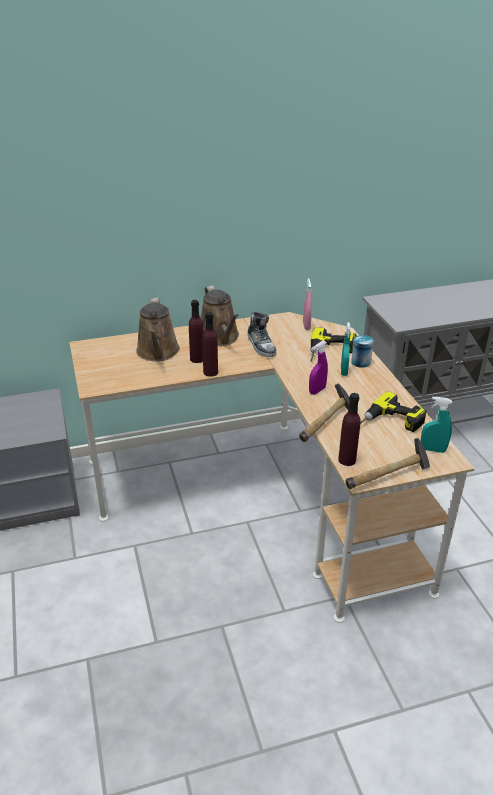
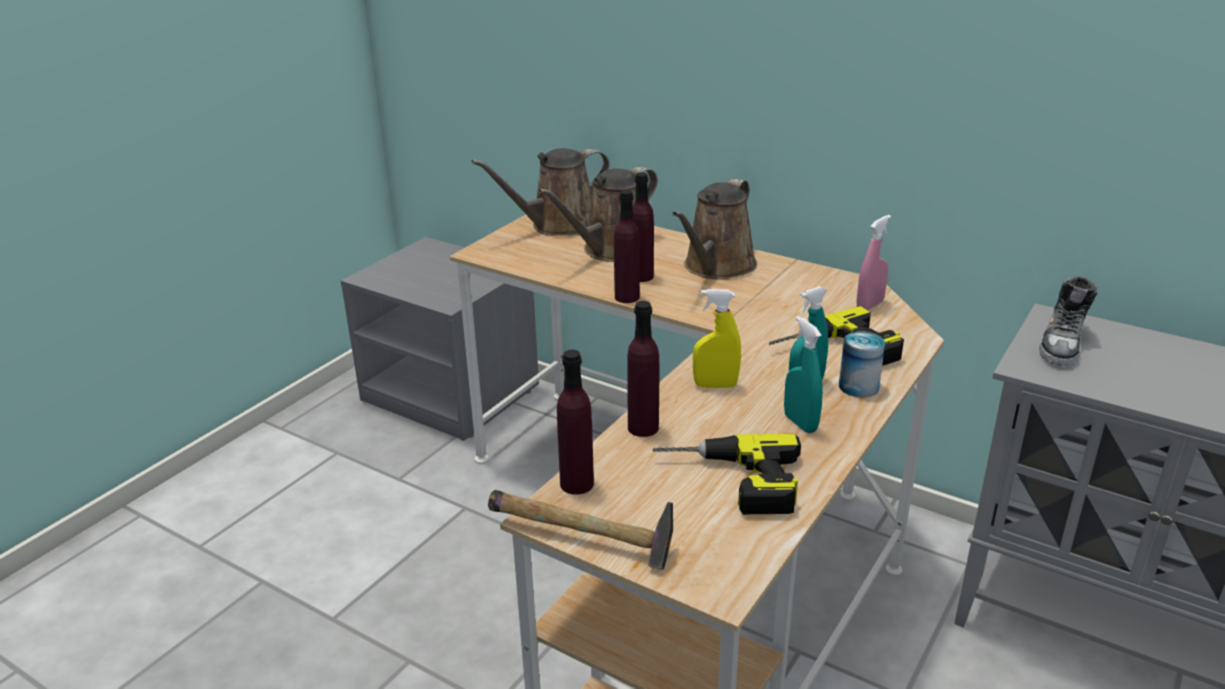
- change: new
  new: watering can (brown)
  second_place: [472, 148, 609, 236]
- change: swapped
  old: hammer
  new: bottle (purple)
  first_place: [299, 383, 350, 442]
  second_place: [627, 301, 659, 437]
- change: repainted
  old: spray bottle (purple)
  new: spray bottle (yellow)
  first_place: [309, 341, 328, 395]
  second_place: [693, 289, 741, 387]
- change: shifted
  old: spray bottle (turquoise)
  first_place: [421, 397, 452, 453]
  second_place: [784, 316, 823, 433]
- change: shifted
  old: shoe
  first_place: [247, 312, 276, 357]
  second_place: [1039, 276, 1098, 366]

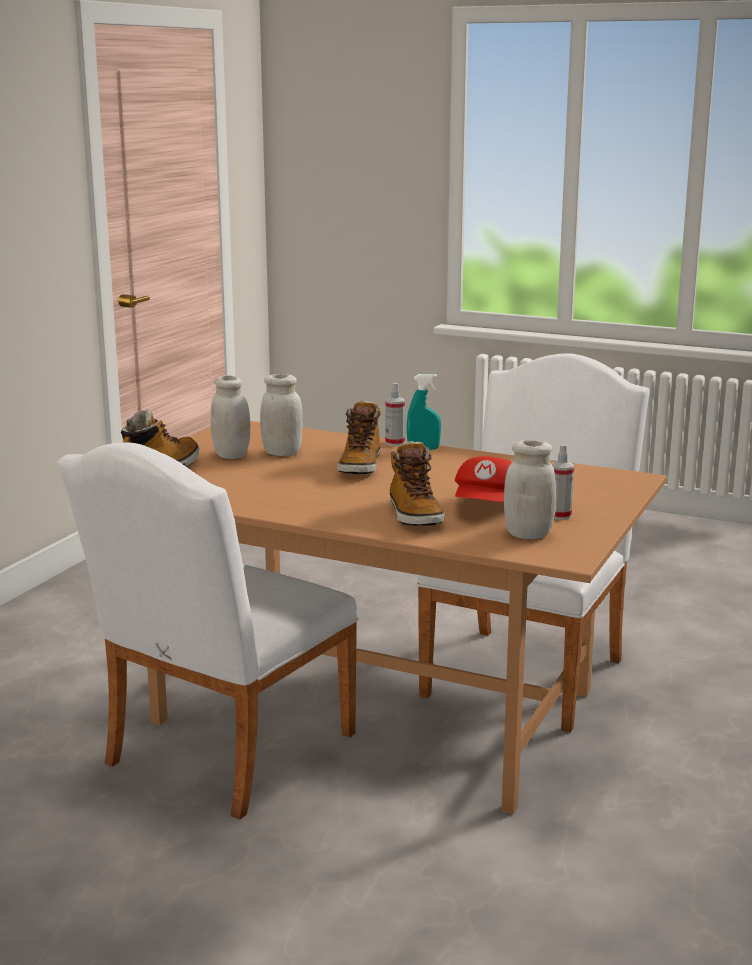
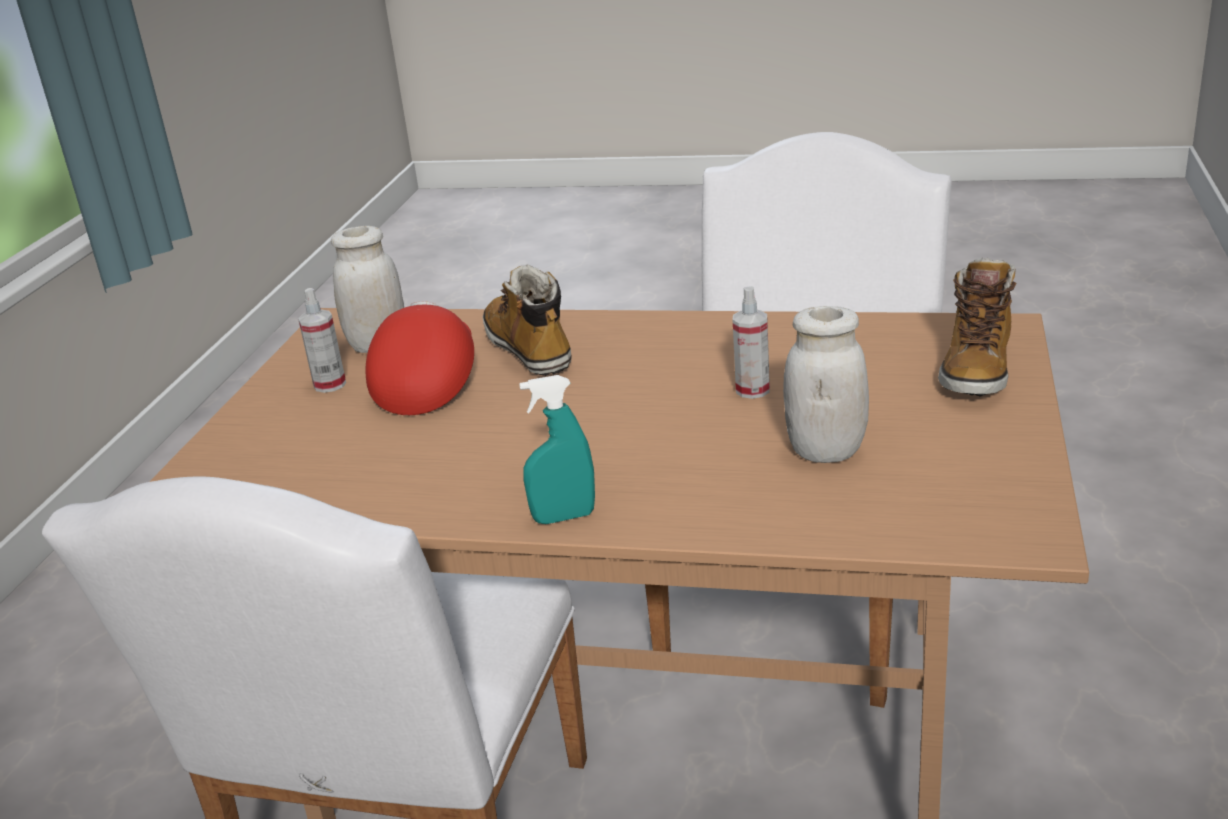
- change: shifted
  old: spray bottle
  first_place: [385, 383, 405, 446]
  second_place: [733, 286, 770, 399]
- change: gone
  old: jar (white)
  first_place: [211, 375, 250, 459]
- change: gone
  old: boot
  first_place: [337, 400, 381, 475]

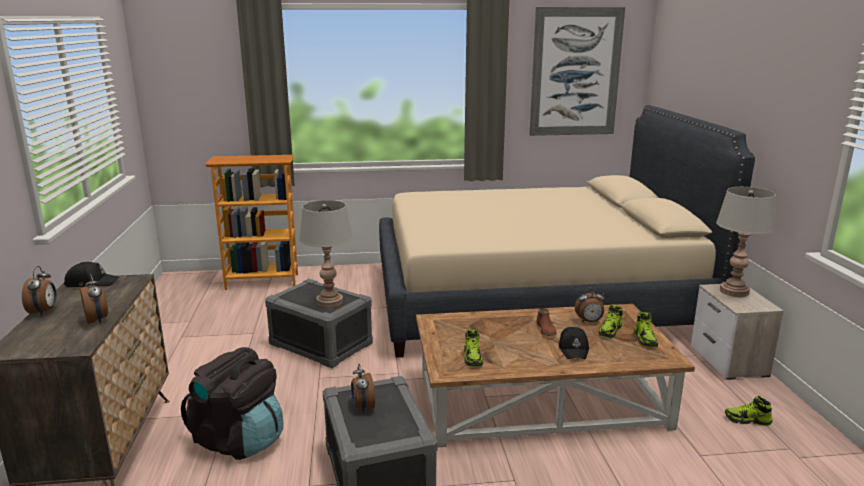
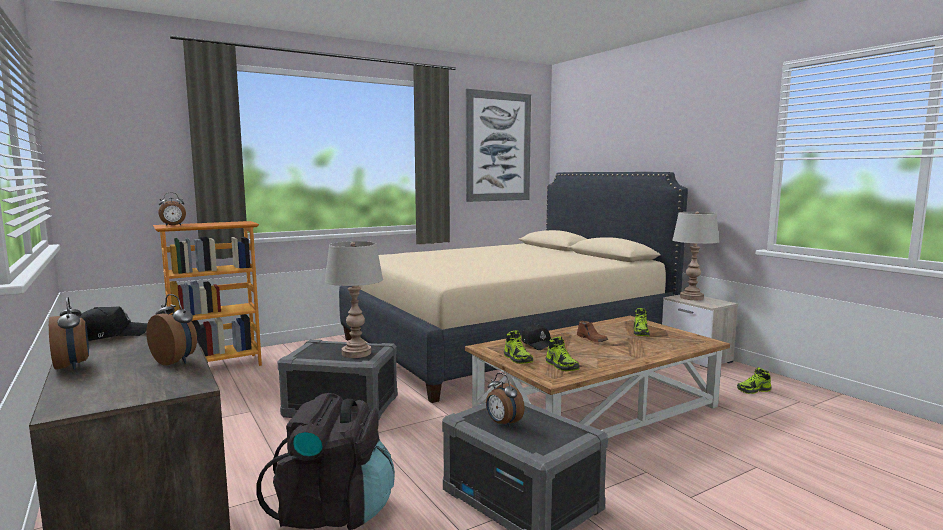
- change: shifted
  old: alarm clock
  first_place: [575, 287, 605, 323]
  second_place: [158, 192, 186, 226]
- change: shifted
  old: shoe
  first_place: [634, 312, 658, 347]
  second_place: [504, 330, 533, 364]
- change: shifted
  old: cap (black)
  first_place: [559, 327, 589, 360]
  second_place: [521, 324, 551, 350]

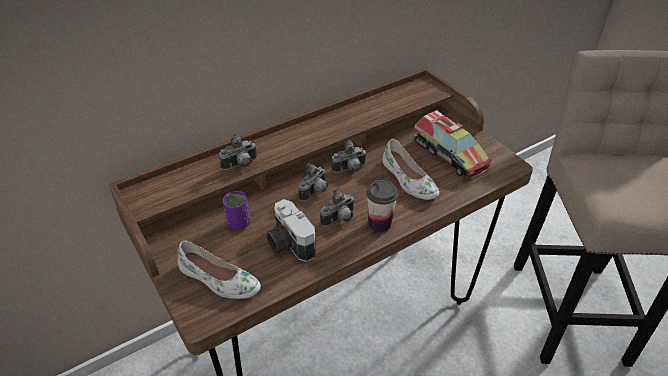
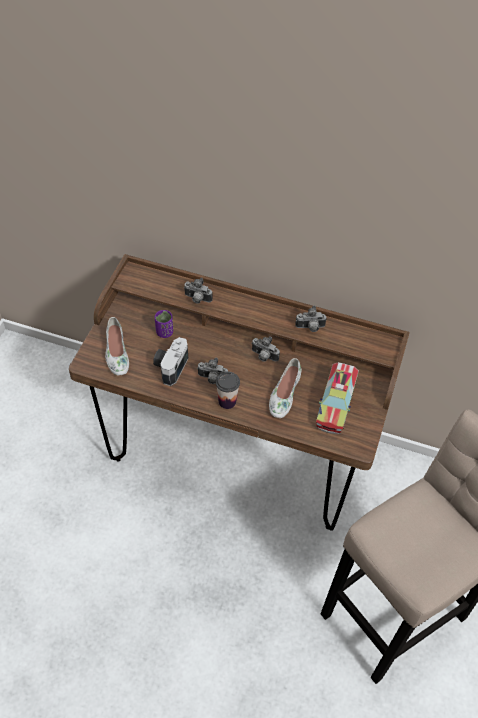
- change: shifted
  old: photo camera
  first_place: [298, 163, 328, 201]
  second_place: [295, 306, 327, 332]

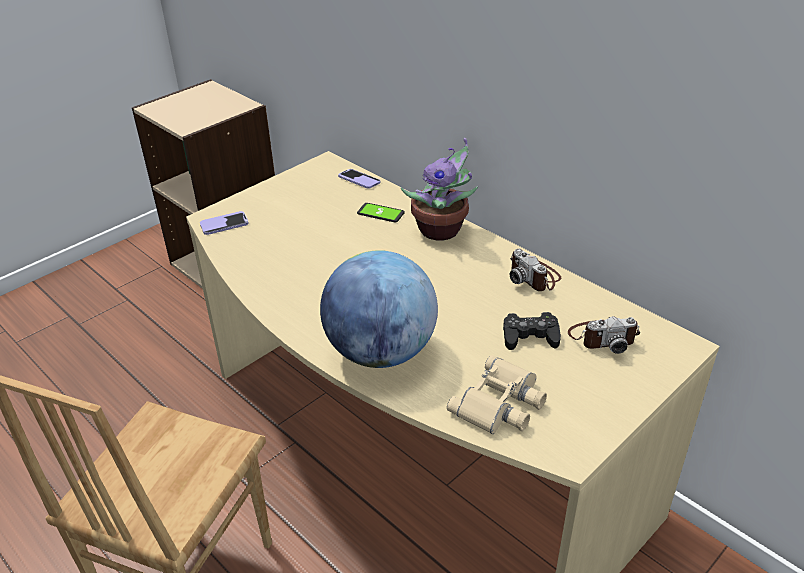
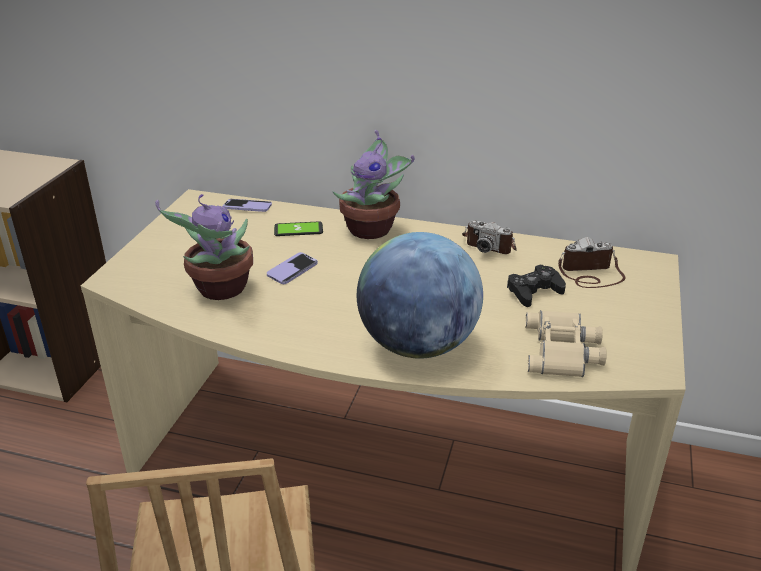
- change: new
  new: potted plant
  second_place: [155, 194, 253, 300]
- change: shifted
  old: phone
  first_place: [200, 211, 248, 235]
  second_place: [267, 252, 318, 284]
- change: rotated
  old: photo camera
  first_place: [568, 316, 640, 354]
  second_place: [558, 237, 626, 288]
  degrees: -150

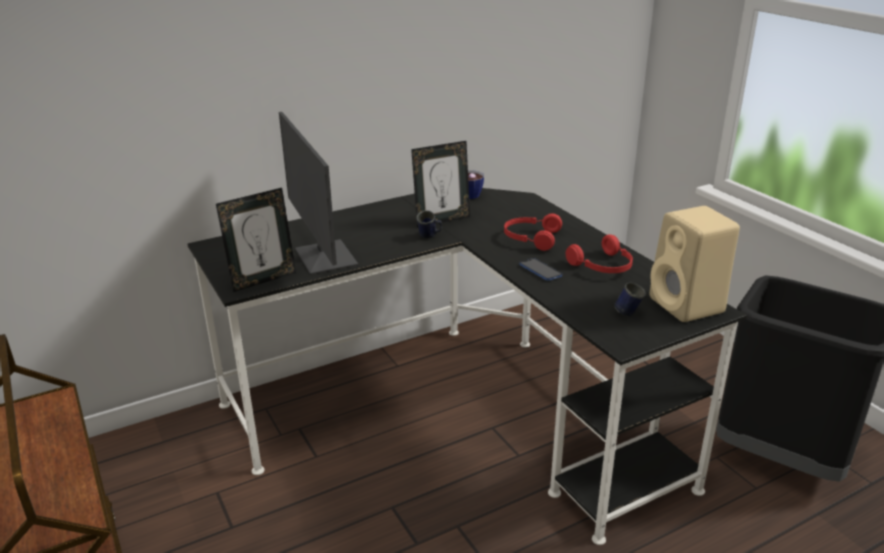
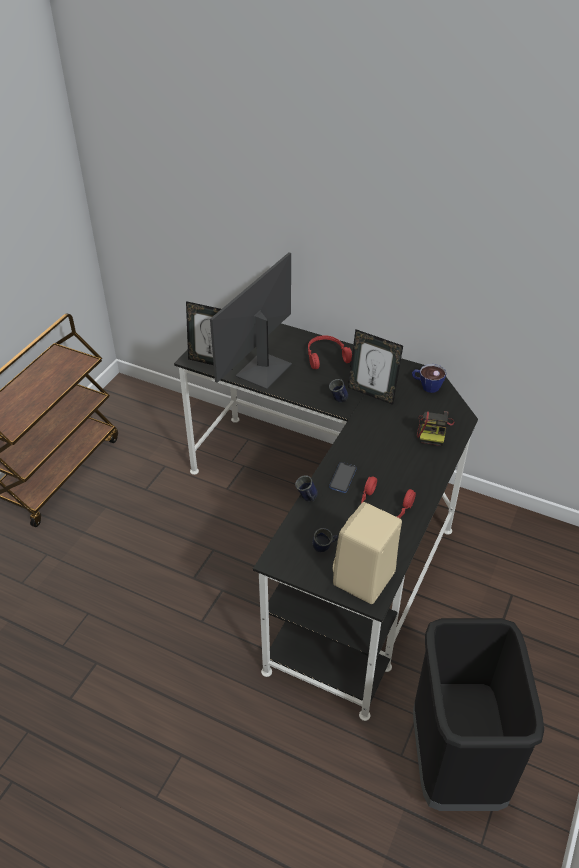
- change: new
  new: mug (blue)
  second_place: [295, 475, 318, 501]
- change: shifted
  old: headphones (red)
  first_place: [504, 214, 562, 251]
  second_place: [308, 335, 352, 369]
- change: new
  new: photo camera
  second_place: [417, 411, 454, 446]

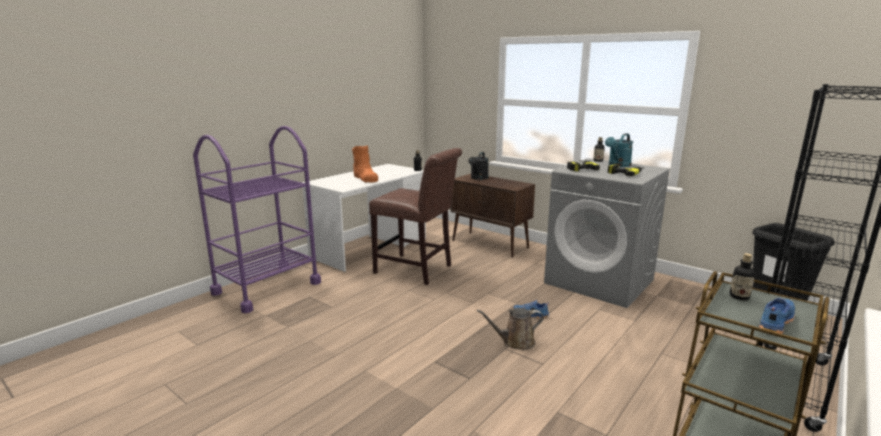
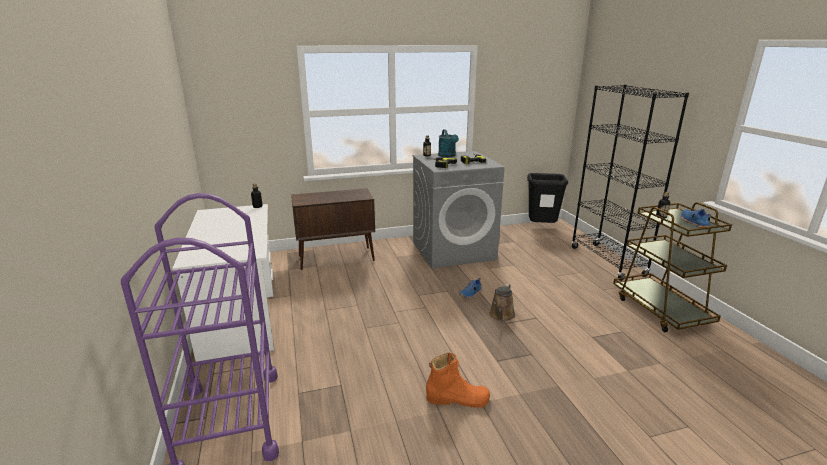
- change: shifted
  old: boot (orange)
  first_place: [352, 145, 378, 183]
  second_place: [426, 353, 490, 408]
- change: gone
  old: chair (brown)
  first_place: [369, 148, 462, 285]
- change: gone
  old: watering can (black)
  first_place: [468, 152, 489, 180]

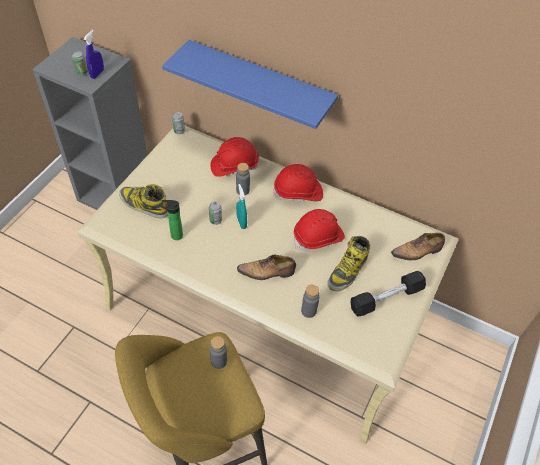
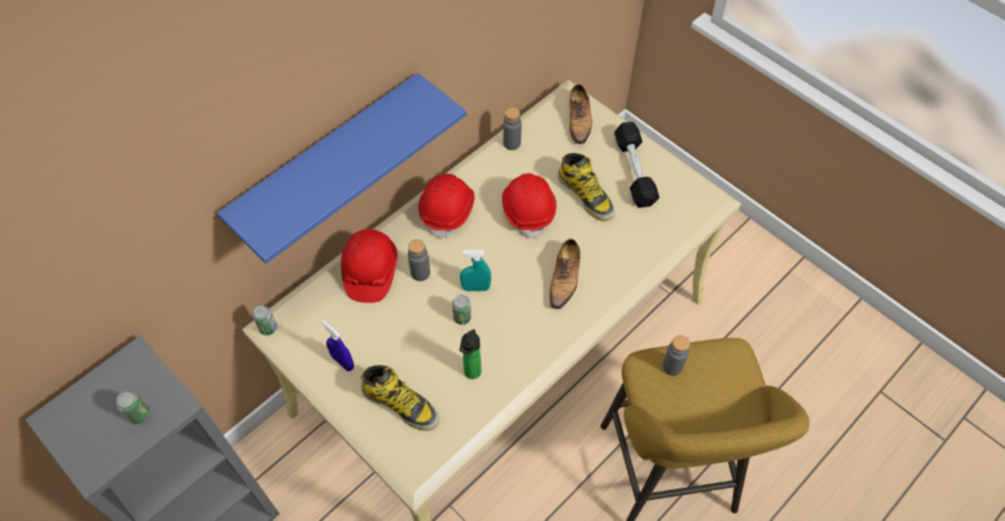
- change: shifted
  old: spray bottle (blue)
  first_place: [84, 30, 104, 79]
  second_place: [322, 320, 354, 371]
- change: rotated
  old: boot
  first_place: [119, 184, 168, 219]
  second_place: [361, 365, 440, 431]
  degrees: -105
- change: shifted
  old: bottle (grey)
  first_place: [301, 285, 319, 318]
  second_place: [503, 107, 521, 150]

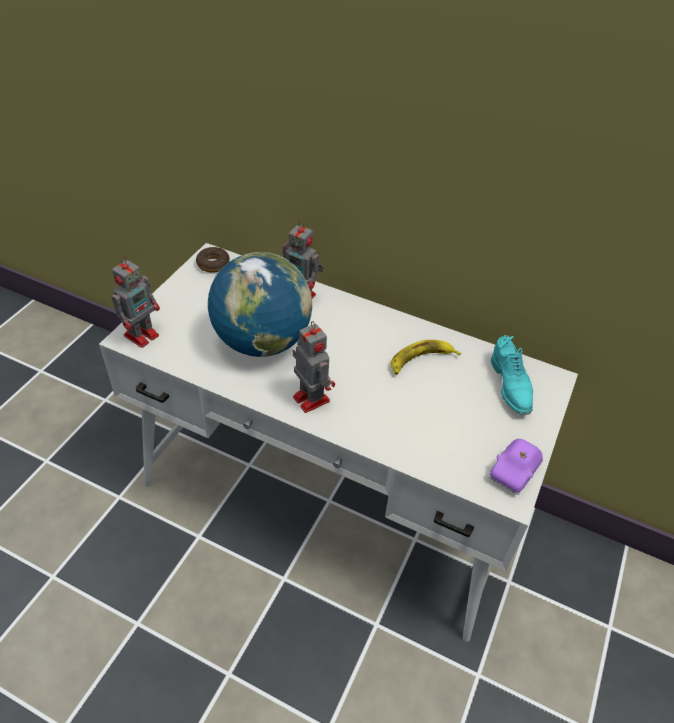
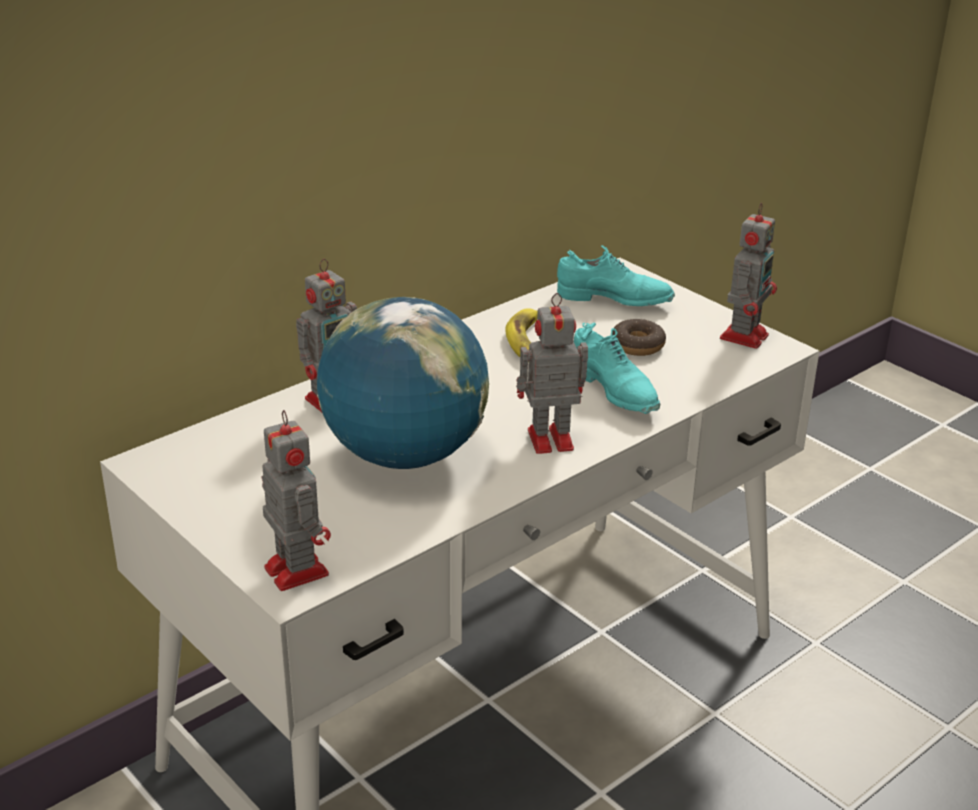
- change: new
  new: shoe (turquoise)
  second_place: [574, 323, 660, 414]
- change: shifted
  old: donut
  first_place: [196, 247, 230, 273]
  second_place: [612, 319, 666, 356]
- change: swapped
  old: toy car (purple)
  new: toy robot
  first_place: [489, 439, 543, 495]
  second_place: [720, 203, 777, 349]

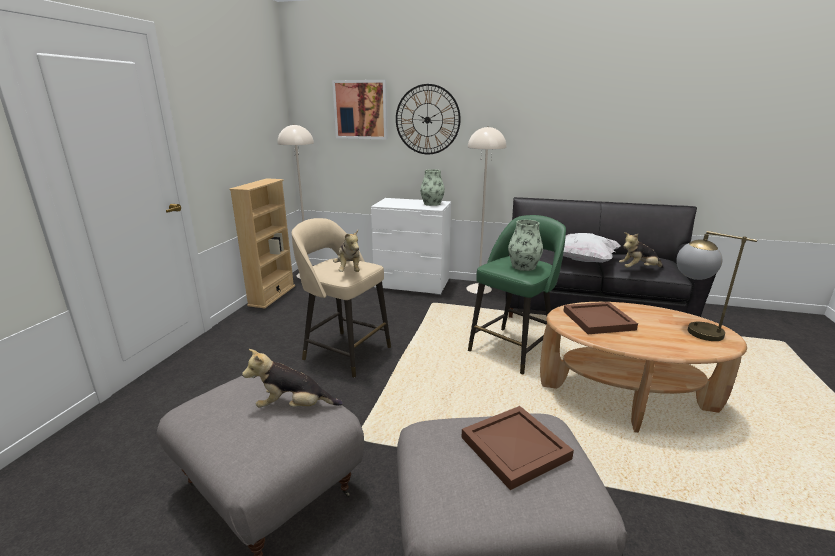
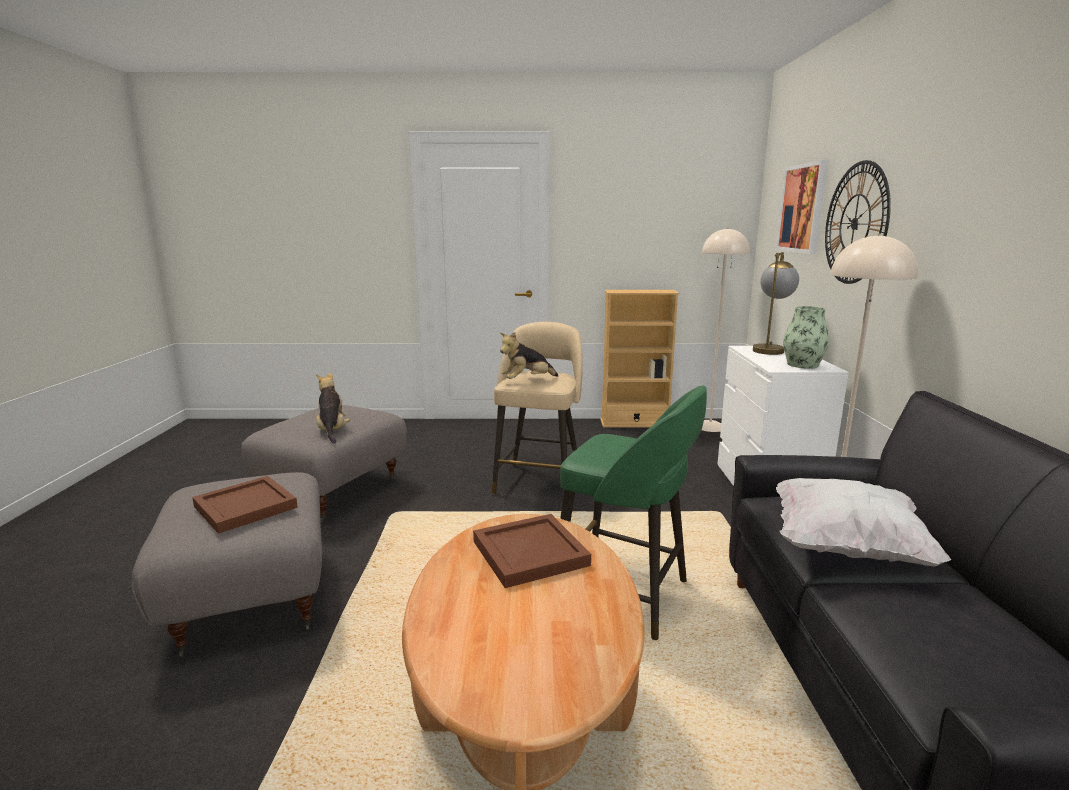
- change: shifted
  old: table lamp
  first_place: [676, 231, 757, 341]
  second_place: [753, 252, 799, 355]
- change: gone
  old: vase
  first_place: [508, 220, 543, 271]
- change: gone
  old: plush toy
  first_place: [619, 232, 663, 268]

